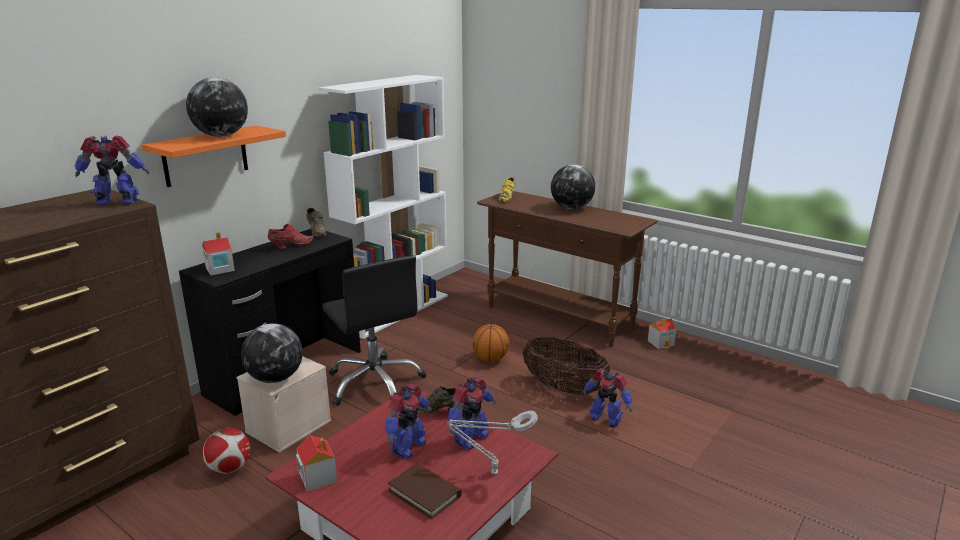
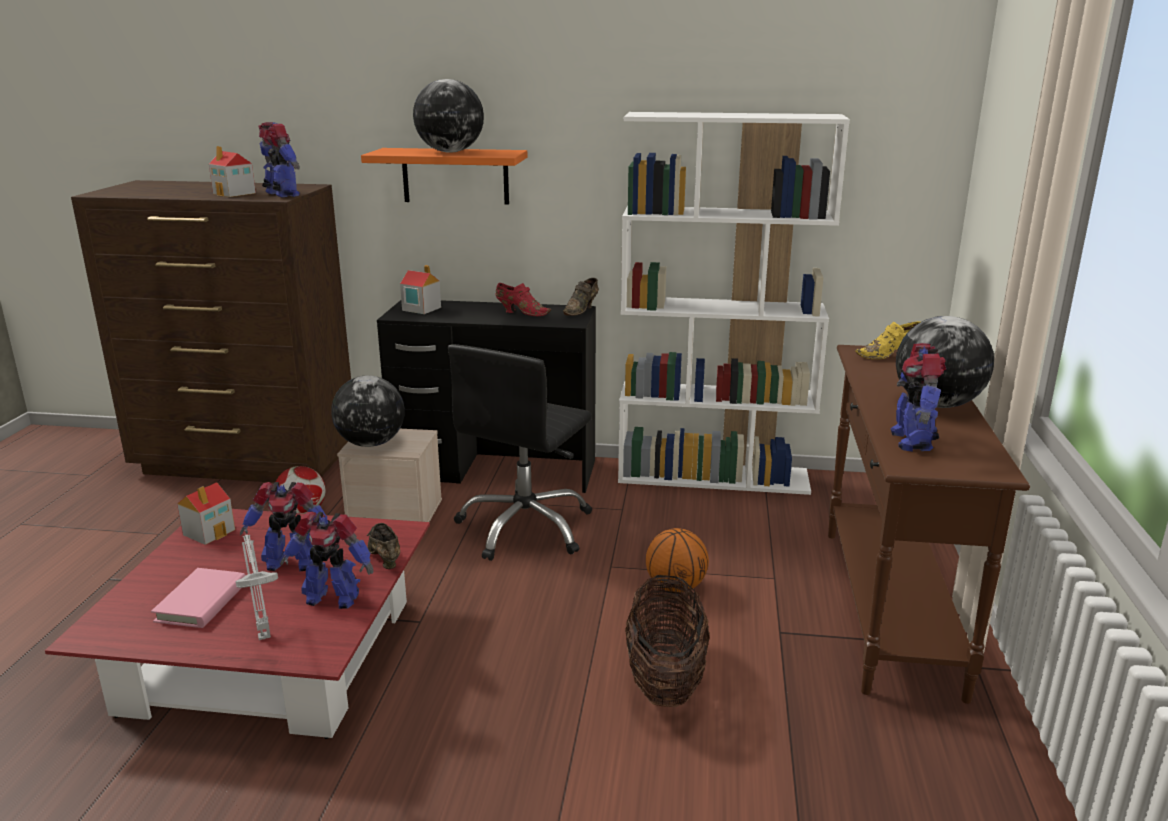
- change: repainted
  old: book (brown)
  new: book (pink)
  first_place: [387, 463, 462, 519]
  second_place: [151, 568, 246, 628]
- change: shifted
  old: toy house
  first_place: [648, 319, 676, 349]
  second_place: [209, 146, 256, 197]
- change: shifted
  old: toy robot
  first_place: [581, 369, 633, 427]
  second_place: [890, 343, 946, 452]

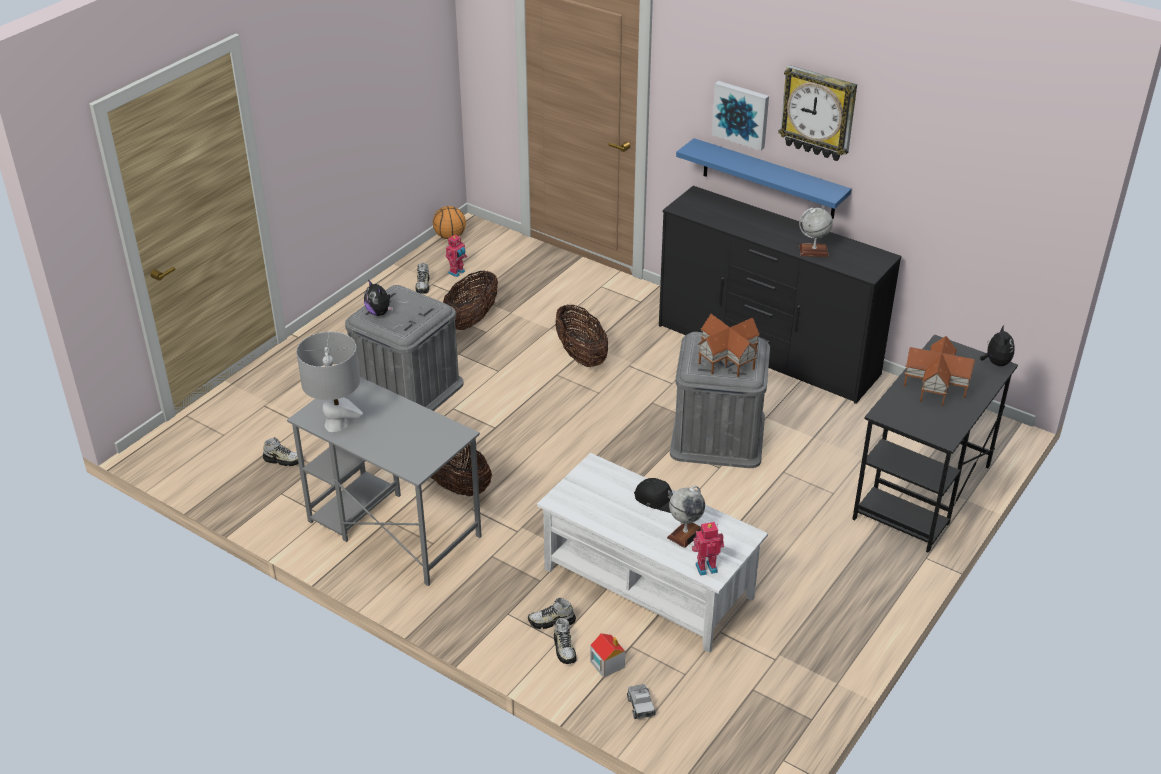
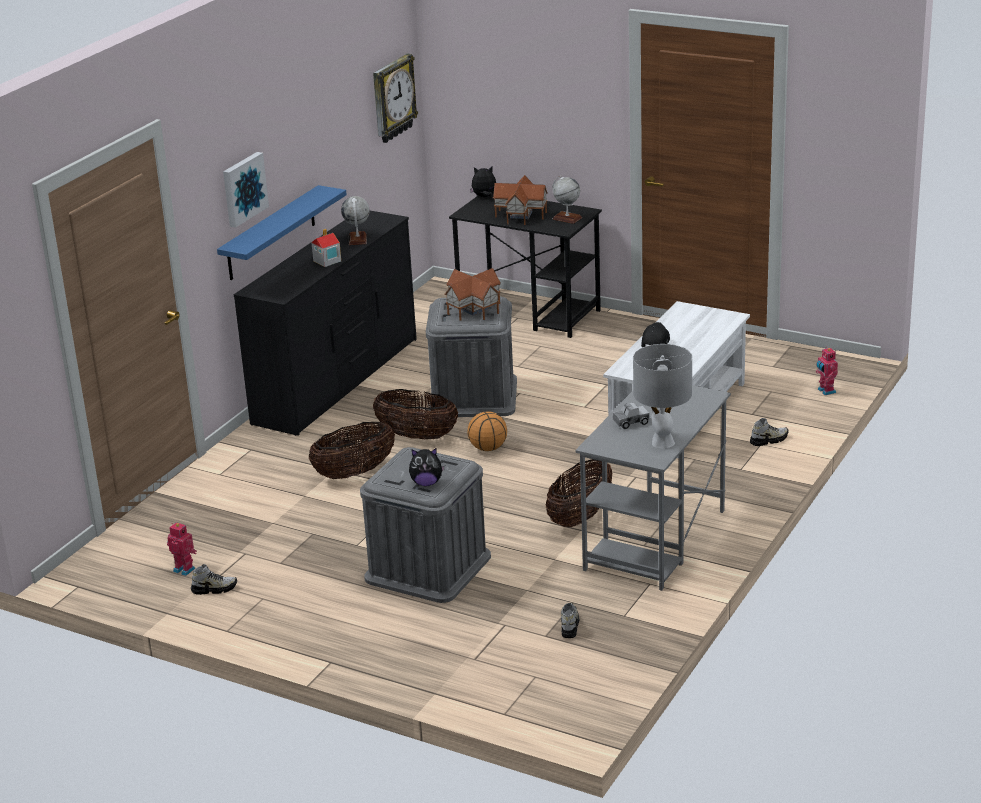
- change: shifted
  old: toy house
  first_place: [590, 633, 625, 678]
  second_place: [312, 229, 341, 267]
- change: shifted
  old: wall clock
  first_place: [778, 65, 857, 161]
  second_place: [373, 54, 418, 143]
- change: shifted
  old: basket
  first_place: [443, 271, 498, 330]
  second_place: [373, 389, 458, 440]
- change: rotated
  old: plush toy
  first_place: [364, 279, 393, 316]
  second_place: [409, 448, 445, 486]
  degrees: 45
- change: shifted
  old: basketball
  first_place: [433, 206, 466, 239]
  second_place: [467, 411, 507, 451]
- change: shifted
  old: globe
  first_place: [667, 485, 705, 548]
  second_place: [552, 175, 582, 224]
- change: shifted
  old: toy truck
  first_place: [627, 684, 656, 719]
  second_place: [613, 402, 649, 429]
- change: shifted
  old: toy robot
  first_place: [692, 522, 724, 576]
  second_place: [816, 348, 838, 395]
- change: gone
  old: shoe
  first_place: [528, 598, 576, 629]

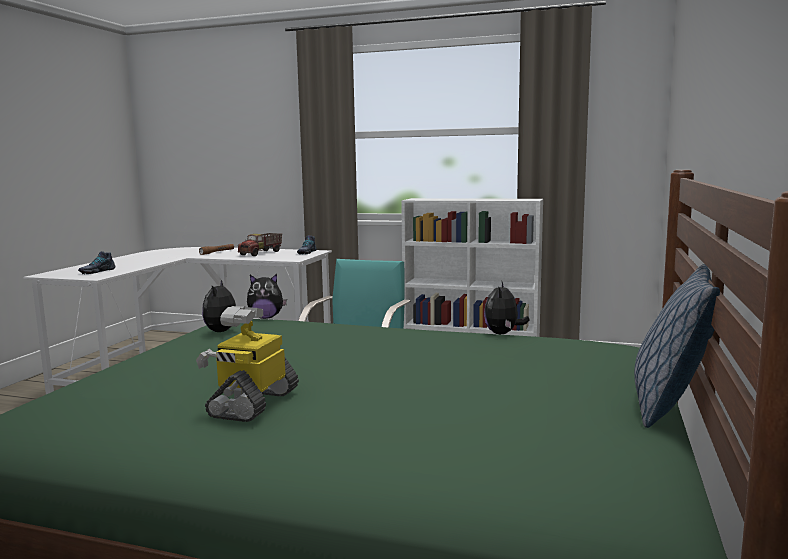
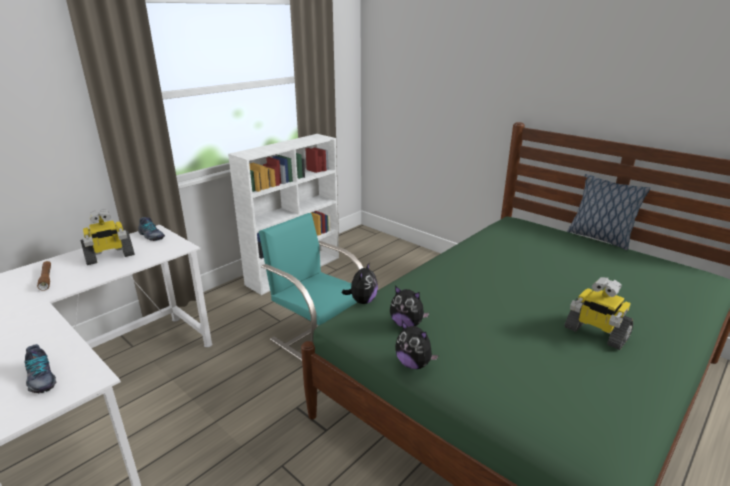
- change: swapped
  old: toy truck
  new: toy robot
  first_place: [238, 233, 282, 256]
  second_place: [81, 209, 135, 265]
- change: shifted
  old: plush toy
  first_place: [484, 282, 530, 334]
  second_place: [395, 321, 439, 369]

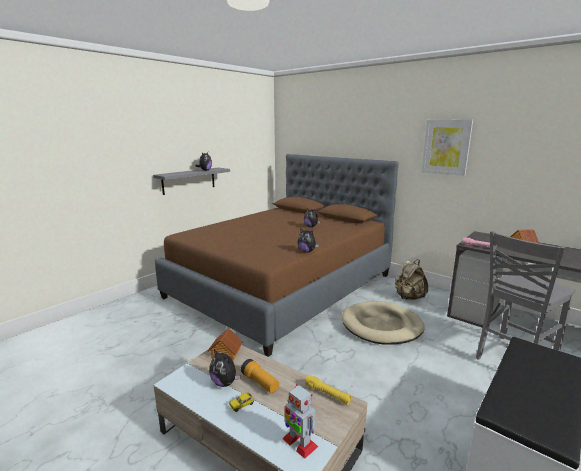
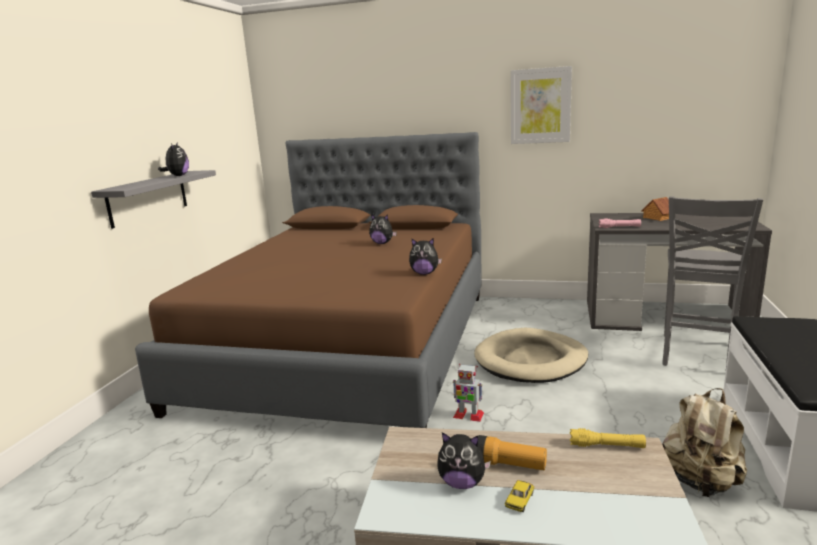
- change: shifted
  old: toy robot
  first_place: [282, 384, 318, 459]
  second_place: [453, 364, 484, 422]
- change: shifted
  old: backpack (beige)
  first_place: [395, 260, 428, 300]
  second_place: [662, 388, 747, 497]
- change: gone
  old: toy house
  first_place: [208, 328, 243, 361]

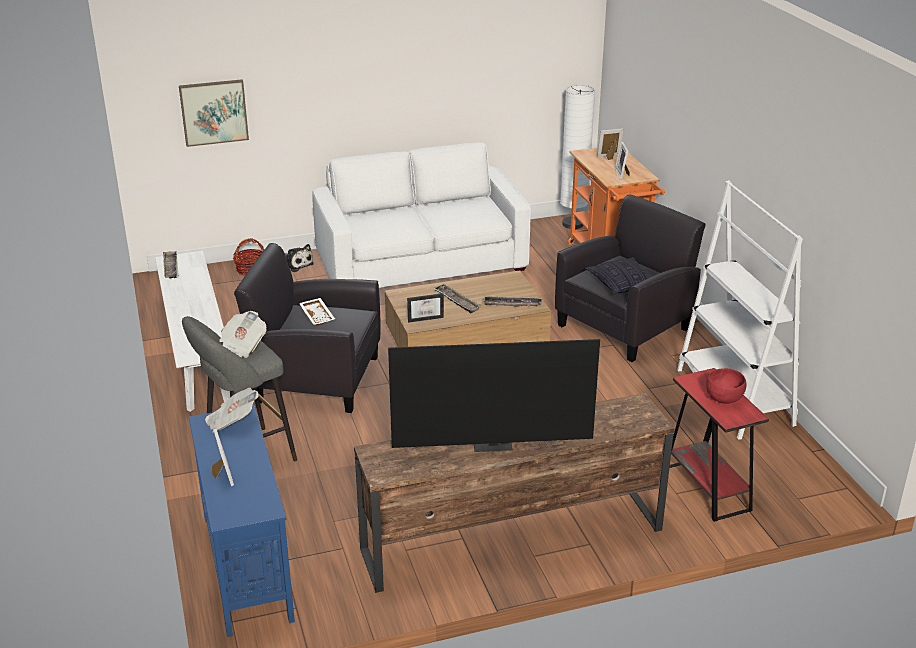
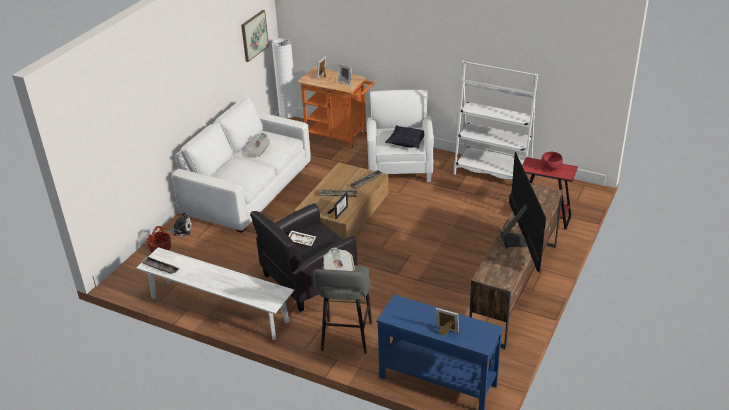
- change: shifted
  old: picture
  first_place: [179, 79, 249, 147]
  second_place: [241, 10, 269, 62]
- change: shifted
  old: newspaper
  first_place: [205, 388, 259, 433]
  second_place: [246, 133, 270, 157]
- change: repainted
  old: armchair (black)
  new: armchair (white)
  first_place: [555, 194, 706, 362]
  second_place: [367, 90, 434, 182]
- change: rotated
  old: television
  first_place: [388, 339, 600, 452]
  second_place: [500, 152, 546, 272]
  degrees: -45

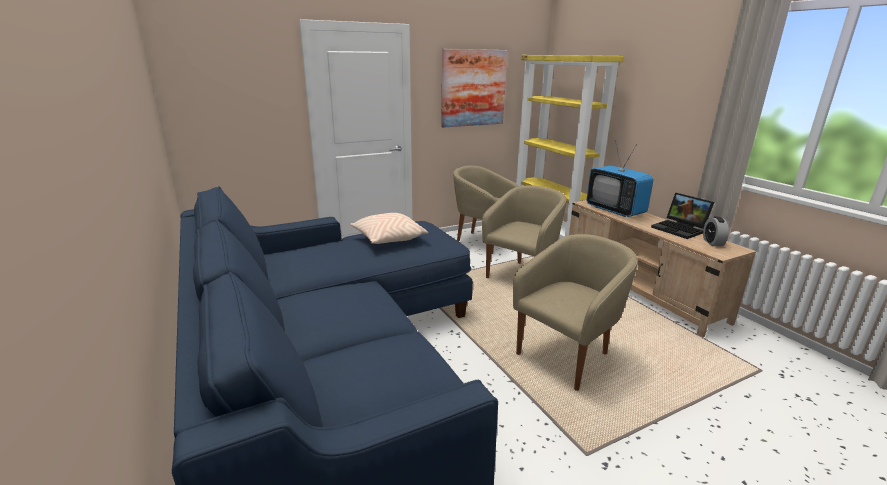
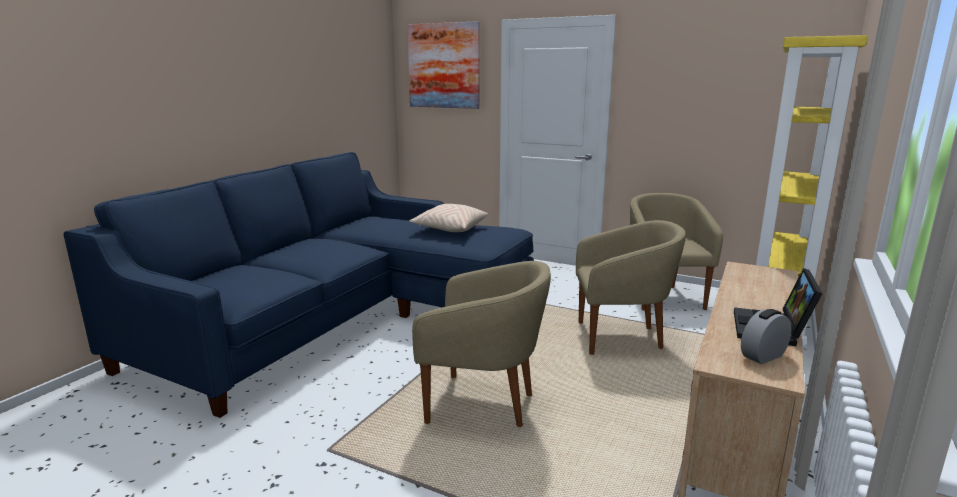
- change: shifted
  old: picture
  first_place: [441, 49, 507, 128]
  second_place: [407, 21, 480, 109]
- change: gone
  old: television
  first_place: [587, 141, 653, 217]

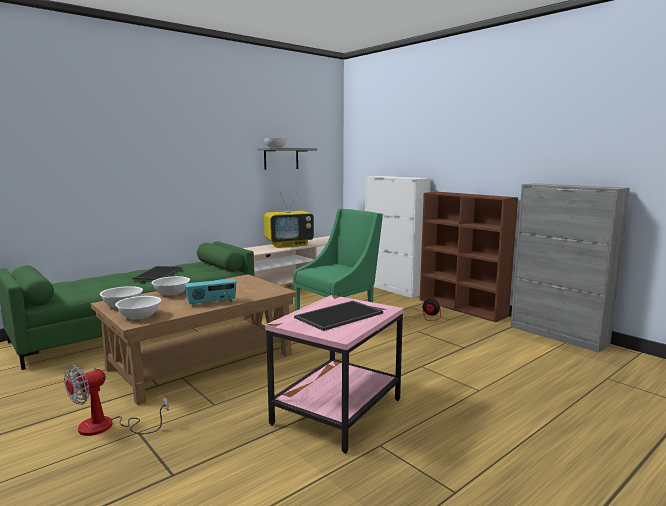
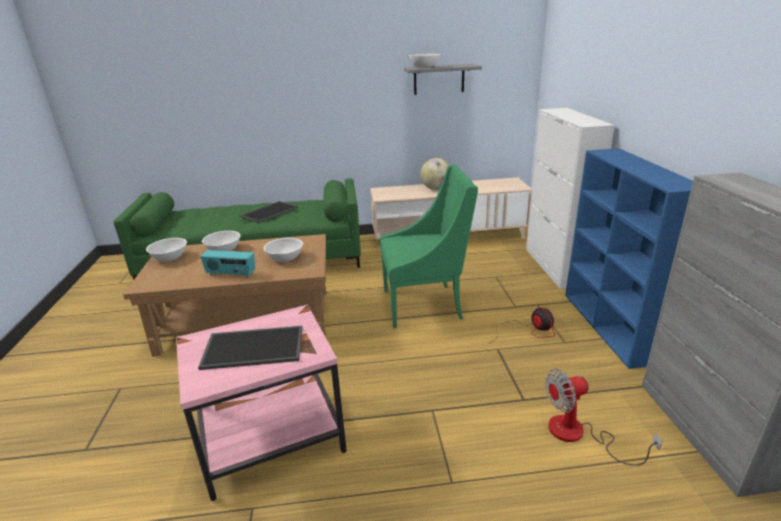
- change: shifted
  old: bowl (white)
  first_place: [115, 296, 161, 319]
  second_place: [264, 238, 303, 262]
- change: swapped
  old: television
  new: globe
  first_place: [264, 193, 314, 248]
  second_place: [420, 158, 449, 190]
- change: shifted
  old: fan
  first_place: [64, 365, 169, 436]
  second_place: [545, 368, 663, 466]
- change: repainted
  old: bookcase (brown)
  new: bookcase (blue)
  first_place: [420, 192, 518, 322]
  second_place: [565, 148, 693, 369]

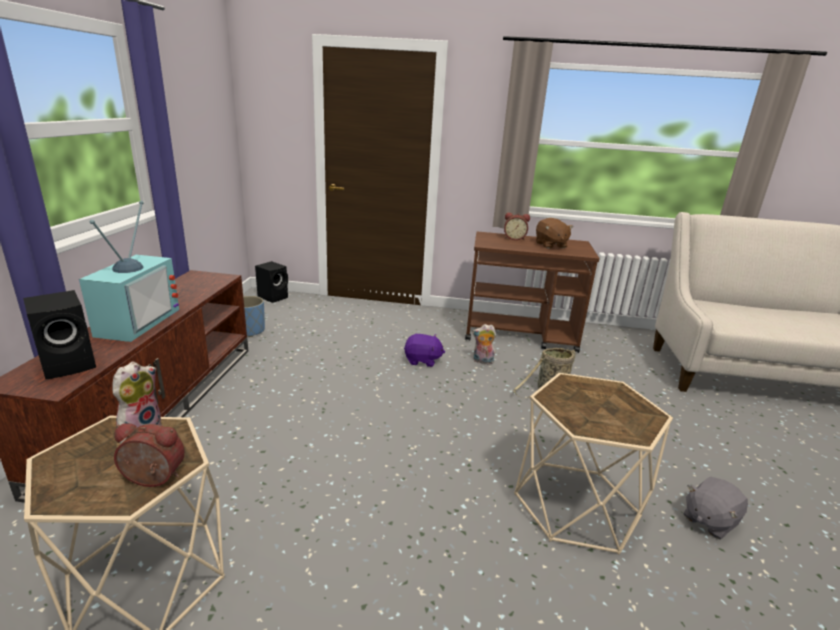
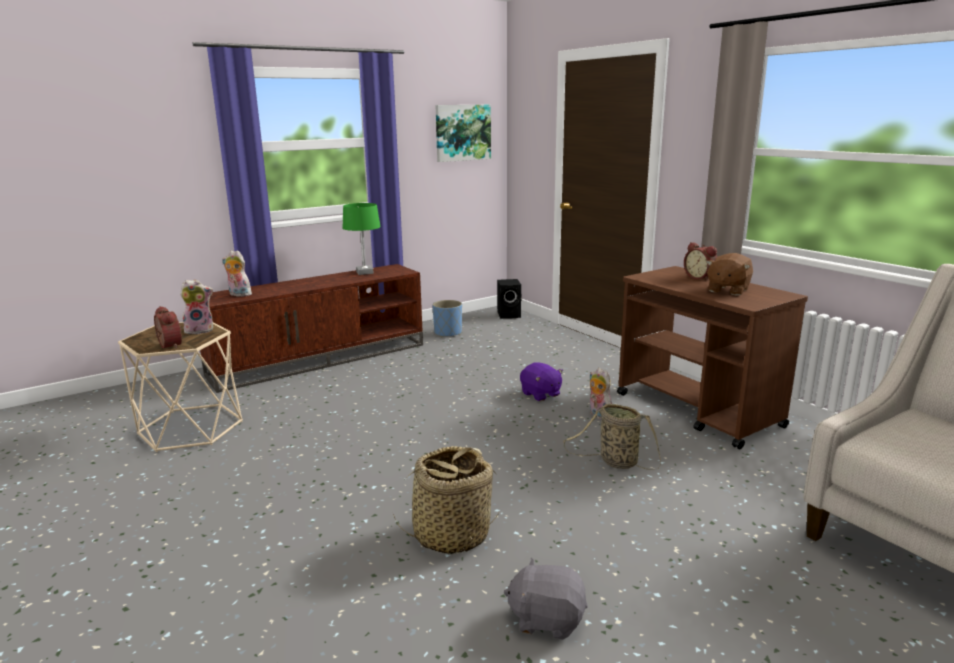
- change: swapped
  old: speaker (black)
  new: plush toy
  first_place: [23, 290, 96, 379]
  second_place: [222, 250, 252, 297]
- change: new
  new: table lamp (green)
  second_place: [343, 203, 381, 275]
- change: swapped
  old: side table (beige)
  new: basket
  first_place: [514, 373, 673, 555]
  second_place: [393, 446, 500, 555]
- change: new
  new: picture
  second_place: [436, 105, 491, 162]
- change: gone
  old: television
  first_place: [79, 201, 179, 342]

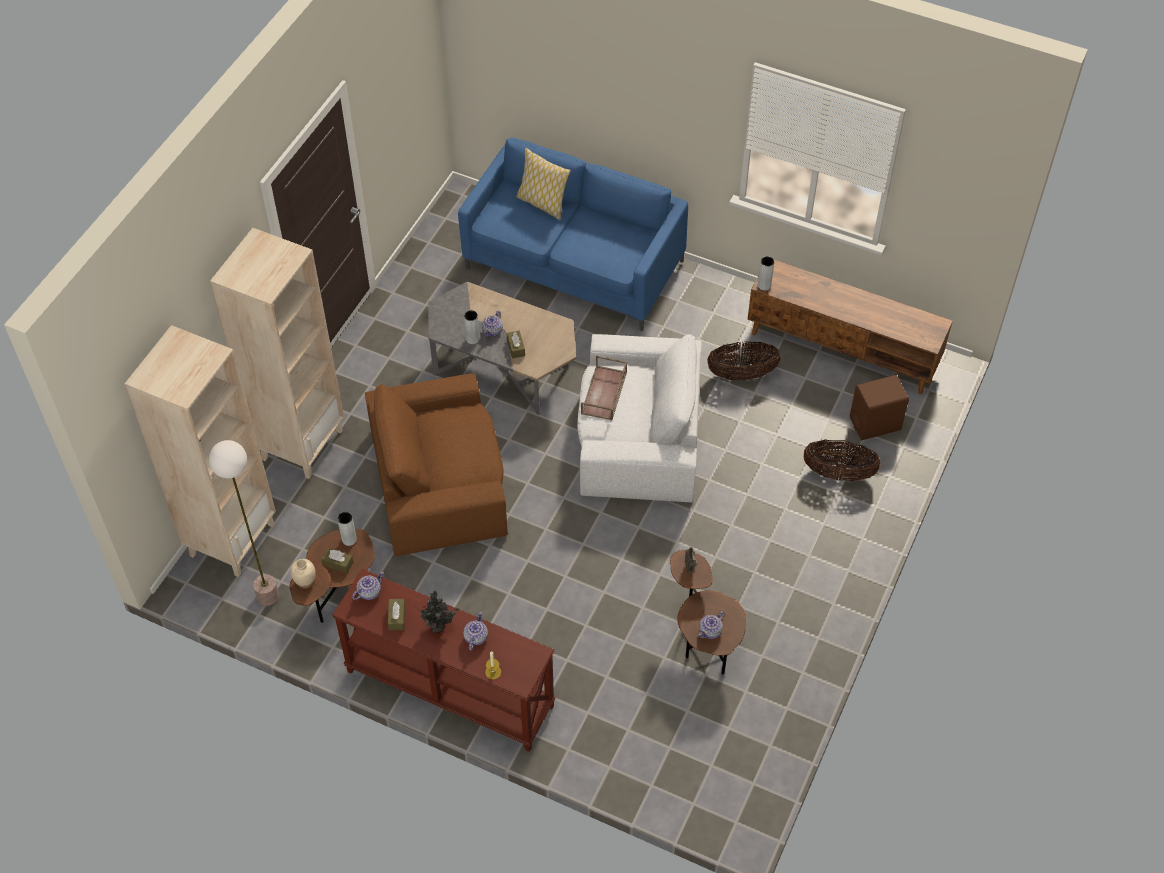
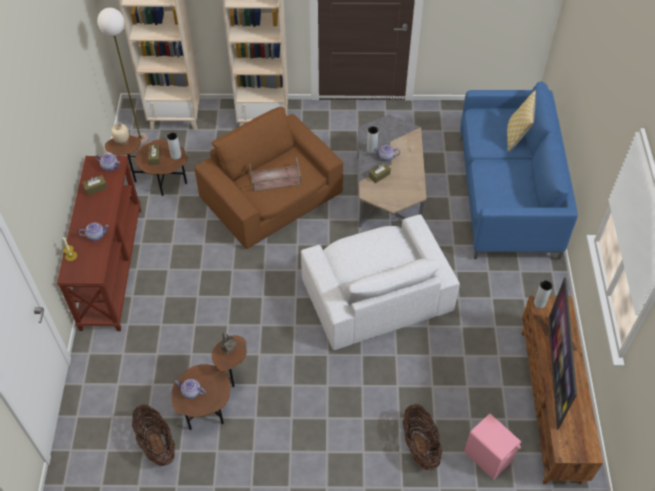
- change: shifted
  old: basket
  first_place: [707, 341, 781, 380]
  second_place: [132, 404, 175, 467]
- change: shifted
  old: tray (brown)
  first_place: [581, 355, 627, 421]
  second_place: [249, 157, 302, 192]
- change: repainted
  old: speaker (brown)
  new: speaker (pink)
  first_place: [850, 375, 909, 440]
  second_place: [464, 414, 521, 480]
- change: new
  new: television
  second_place: [549, 277, 577, 430]
- change: gone
  old: potted plant
  first_place: [417, 591, 461, 633]

